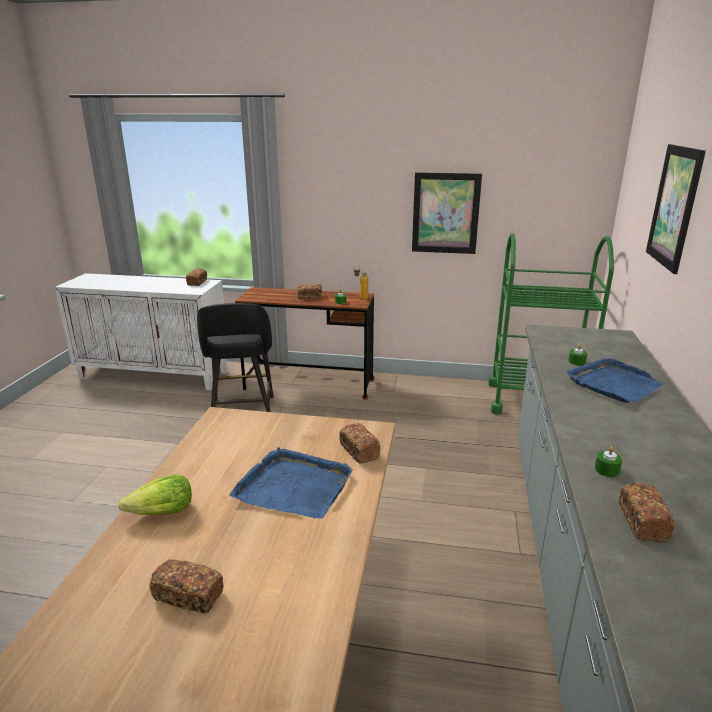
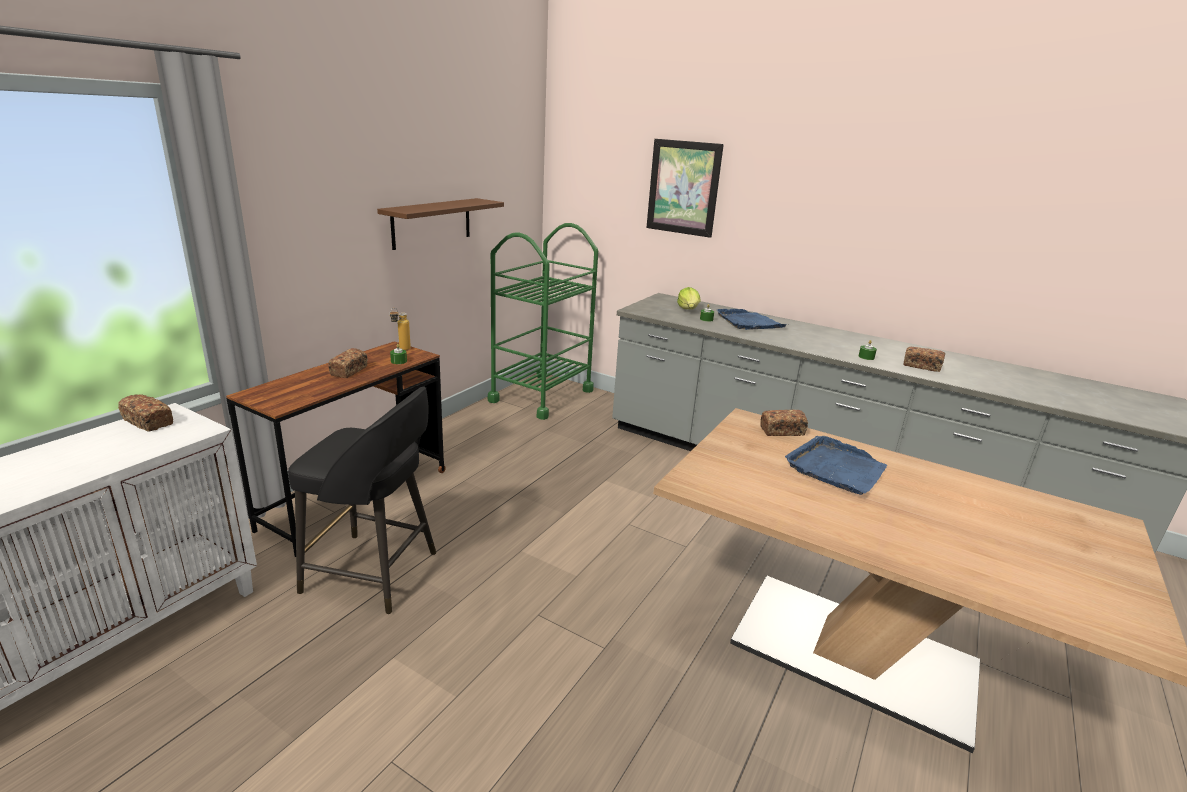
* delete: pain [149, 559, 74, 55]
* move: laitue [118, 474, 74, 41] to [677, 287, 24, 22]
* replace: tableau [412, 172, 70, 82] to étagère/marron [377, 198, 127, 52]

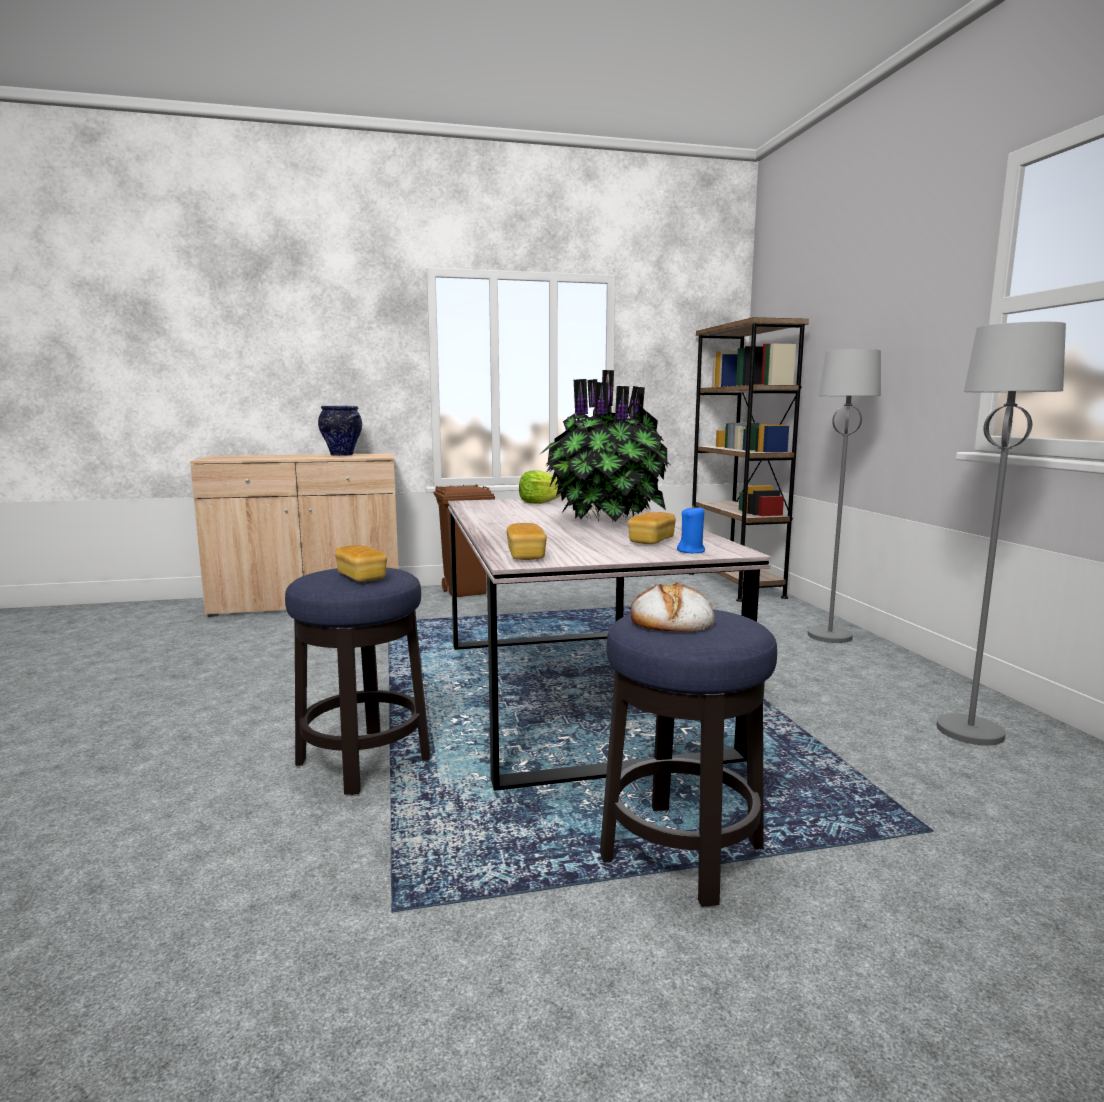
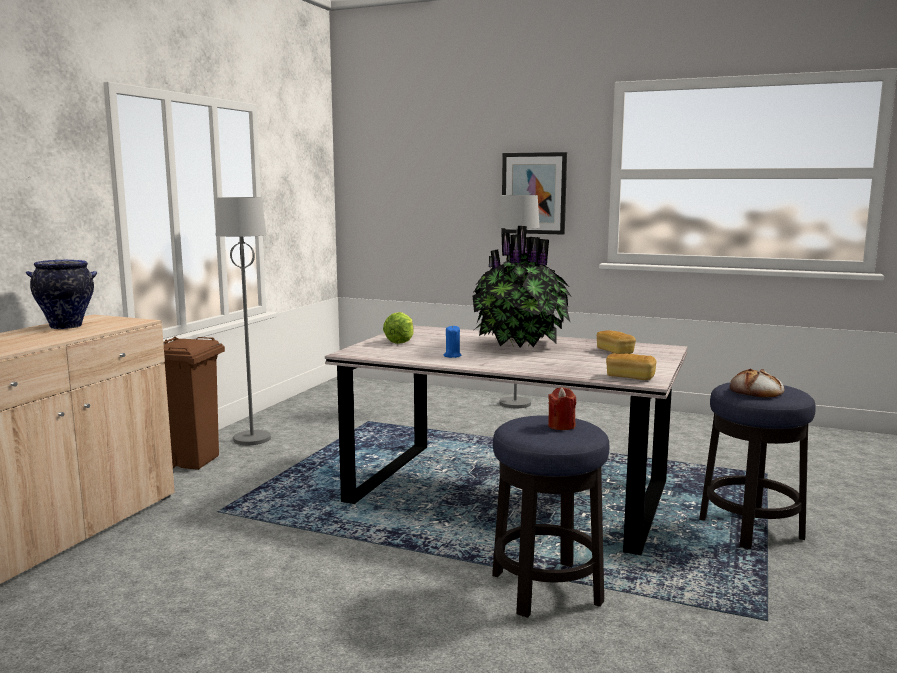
* delete: bibliothèque/marron [689, 317, 120, 285]
* insert: tableau [501, 152, 66, 83]
* move: bougie/bleu [677, 505, 28, 48] to [444, 325, 18, 33]
* move: lampadaire/gris [937, 322, 129, 423] to [216, 197, 55, 248]
* replace: pain [335, 545, 52, 37] to bougie/rouge [548, 387, 28, 43]

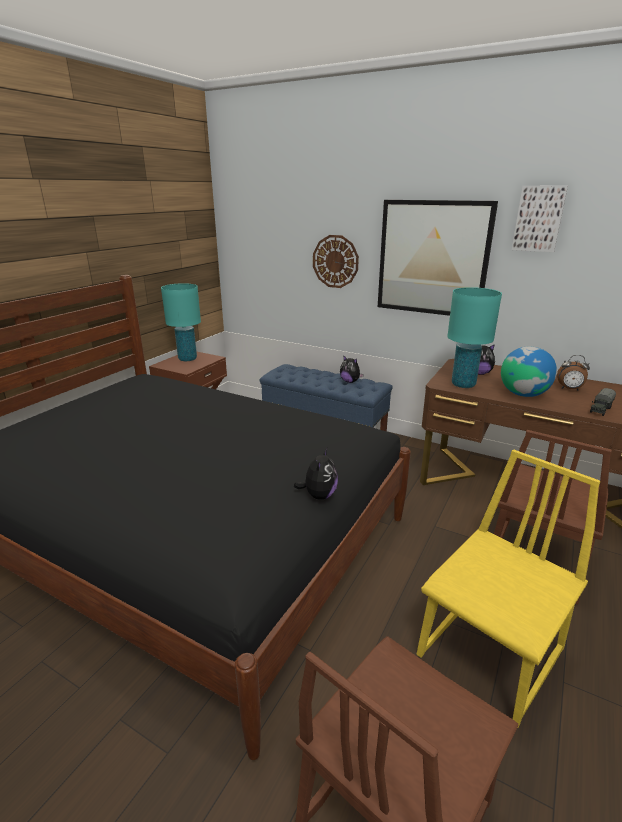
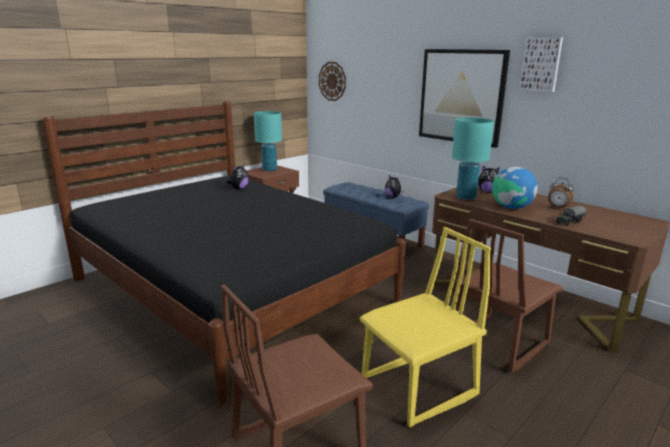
* move: peluche [294, 448, 44, 52] to [227, 164, 22, 25]
* move: horloge murale [313, 235, 46, 53] to [319, 62, 27, 39]

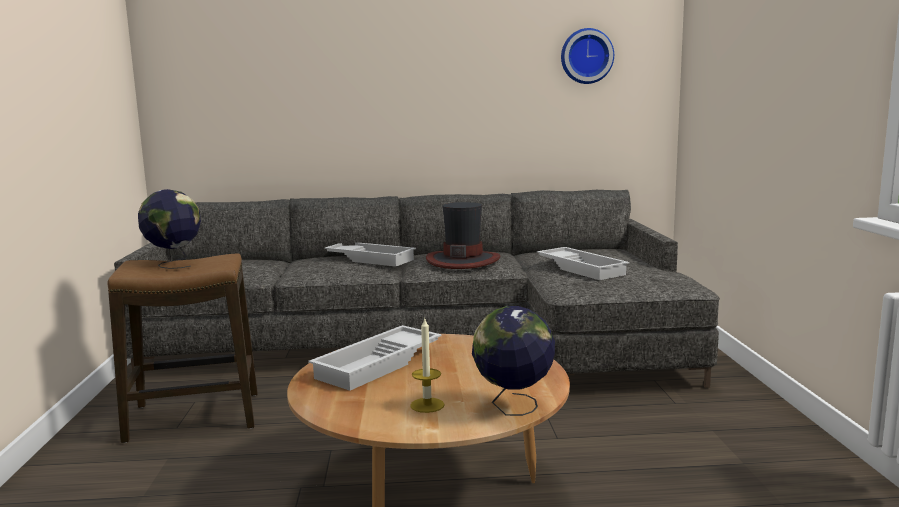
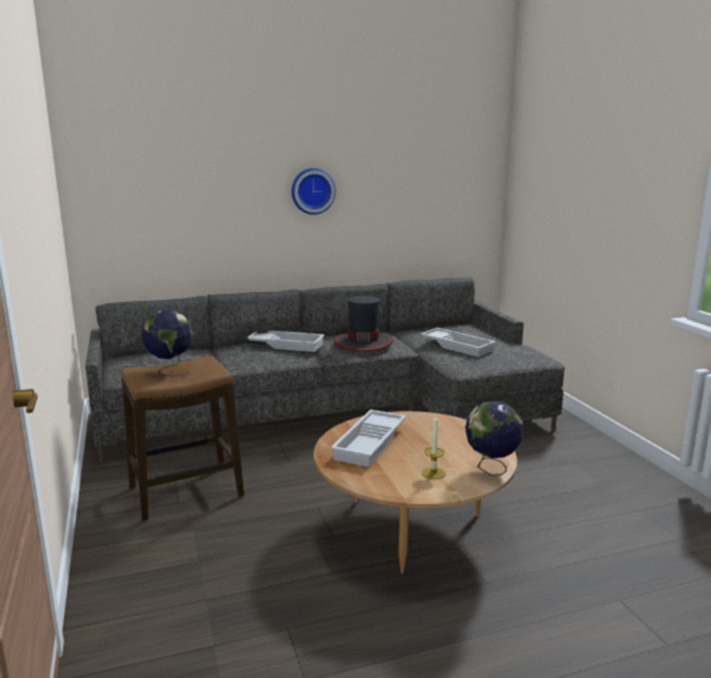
* move: horloge murale [561, 28, 53, 56] to [292, 168, 44, 47]

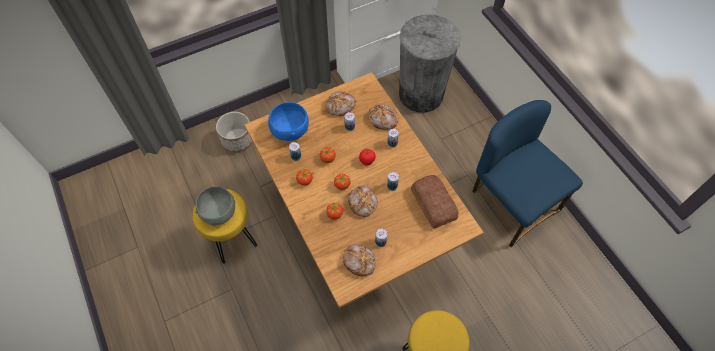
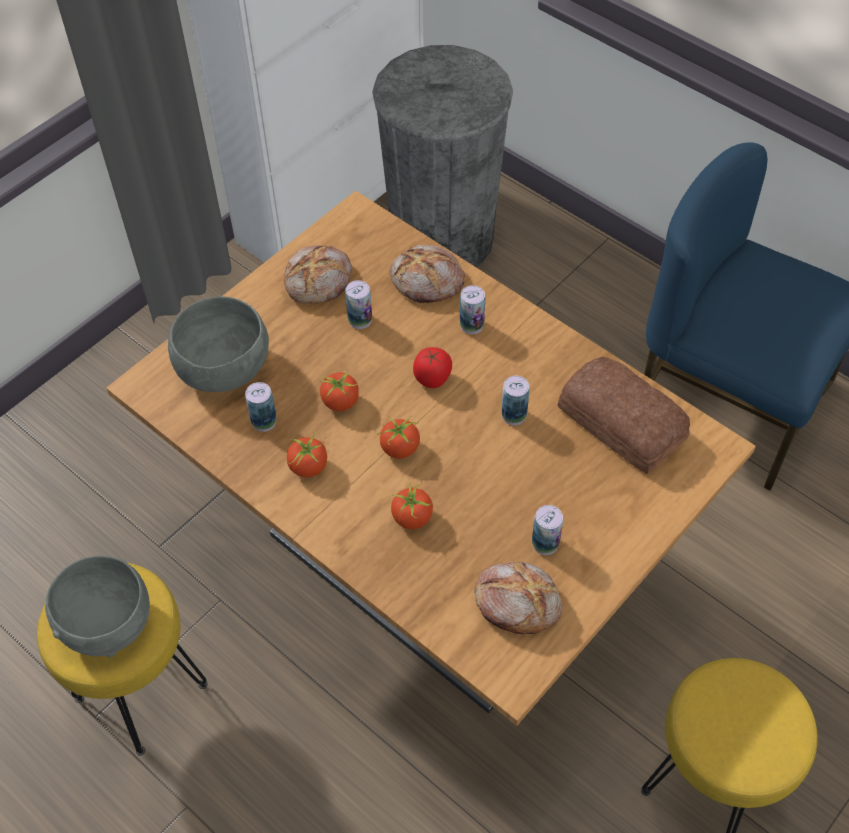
* delete: cache-pot [216, 112, 37, 40]
* delete: pain [348, 186, 30, 31]
* recolor: bol/bleu [268, 102, 41, 39] to bol/gris [168, 296, 101, 96]

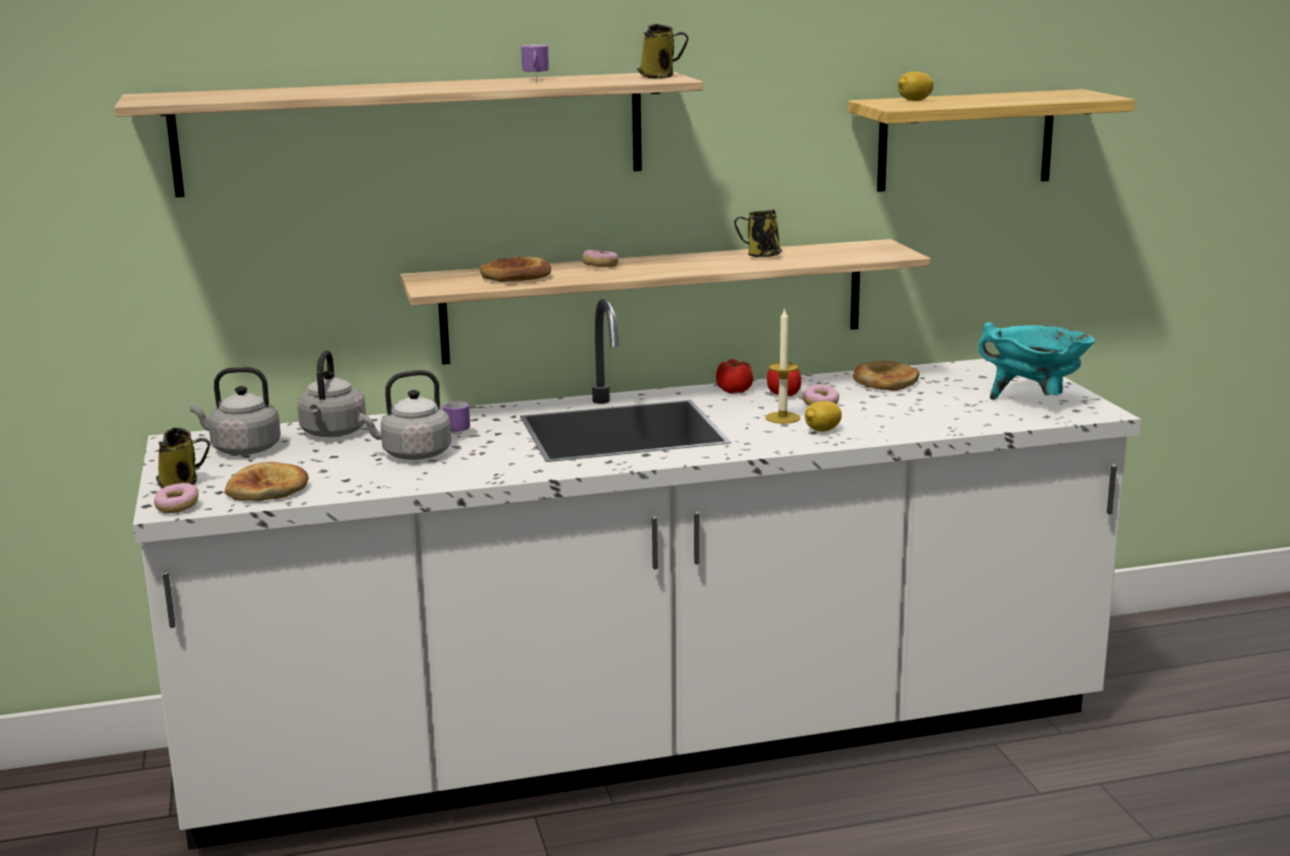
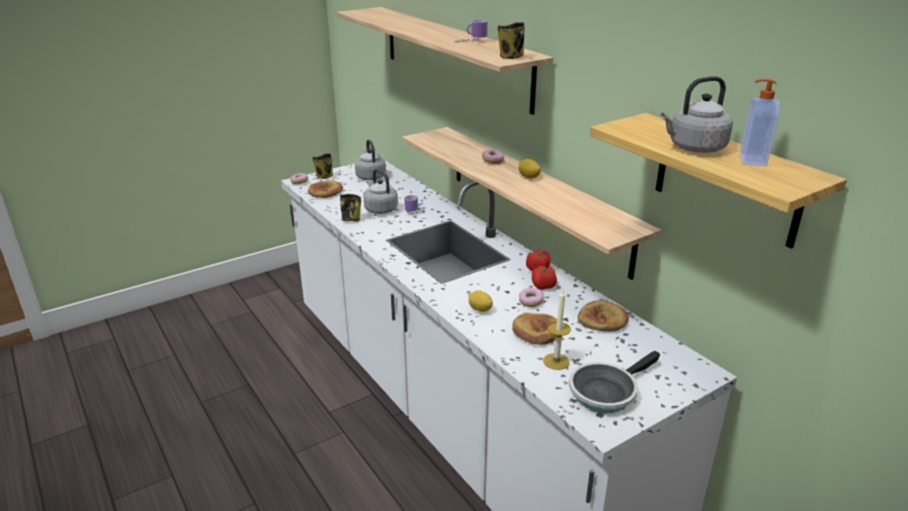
* insert: distributeur de savon [740, 79, 39, 87]
* move: bouilloire/gris [297, 350, 69, 87] to [660, 76, 73, 77]
* move: pain [480, 257, 71, 25] to [512, 313, 45, 32]
* move: mug [734, 210, 48, 47] to [340, 194, 21, 28]
* move: bougie [765, 307, 35, 117] to [543, 290, 28, 80]
* move: citron [898, 71, 36, 30] to [519, 159, 22, 20]
* replace: marmite/turquoise [978, 322, 117, 78] to poêle [569, 351, 91, 62]

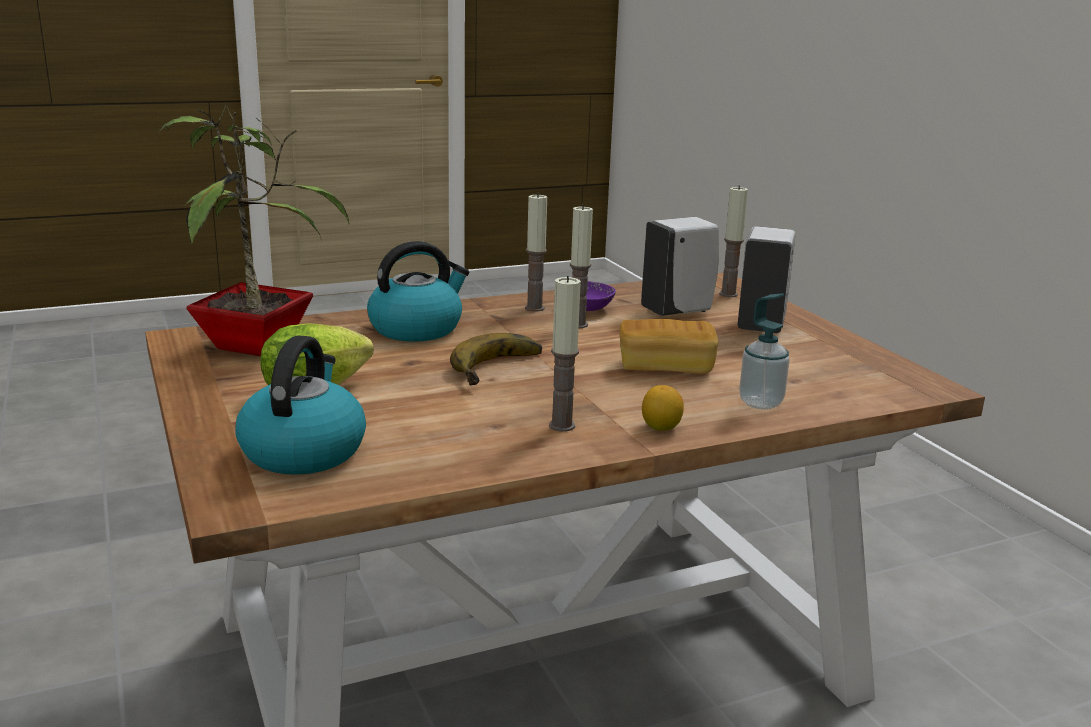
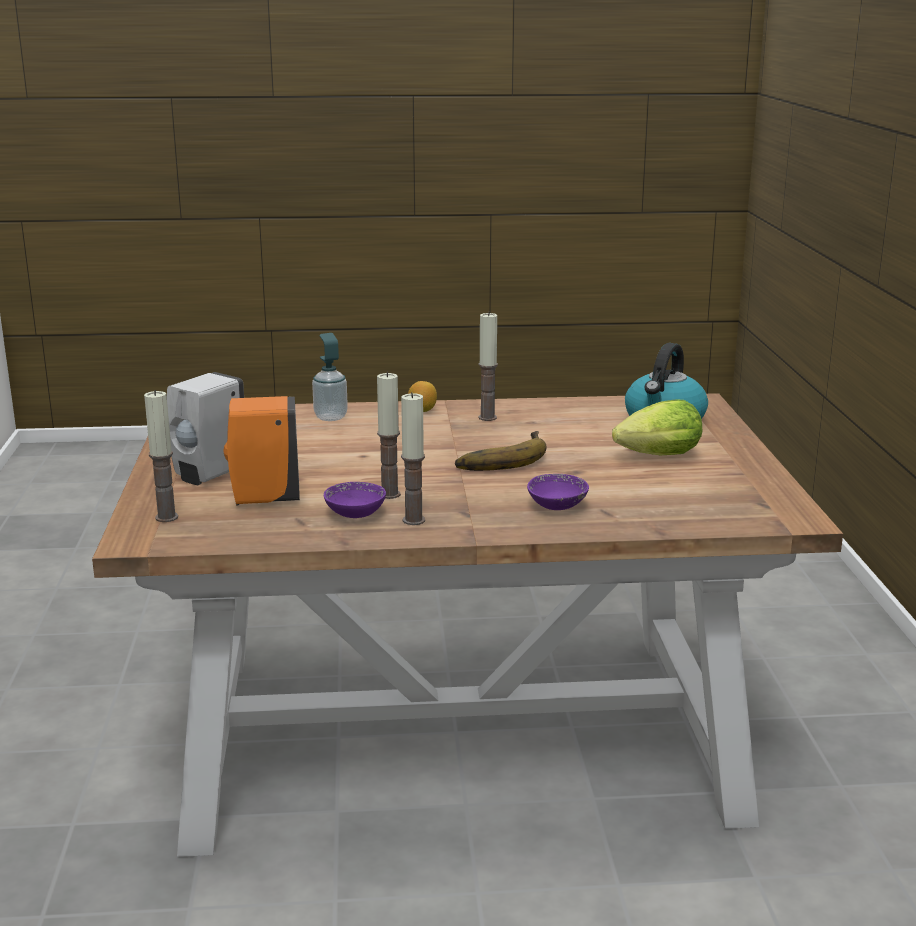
* delete: plante en pot [156, 105, 193, 251]
* delete: pain [619, 319, 99, 55]
* replace: bouilloire [367, 241, 102, 101] to bol/violet [527, 474, 62, 36]
* recolor: distributeur de savon/blanc [641, 217, 78, 99] to distributeur de savon/orange [223, 396, 77, 110]

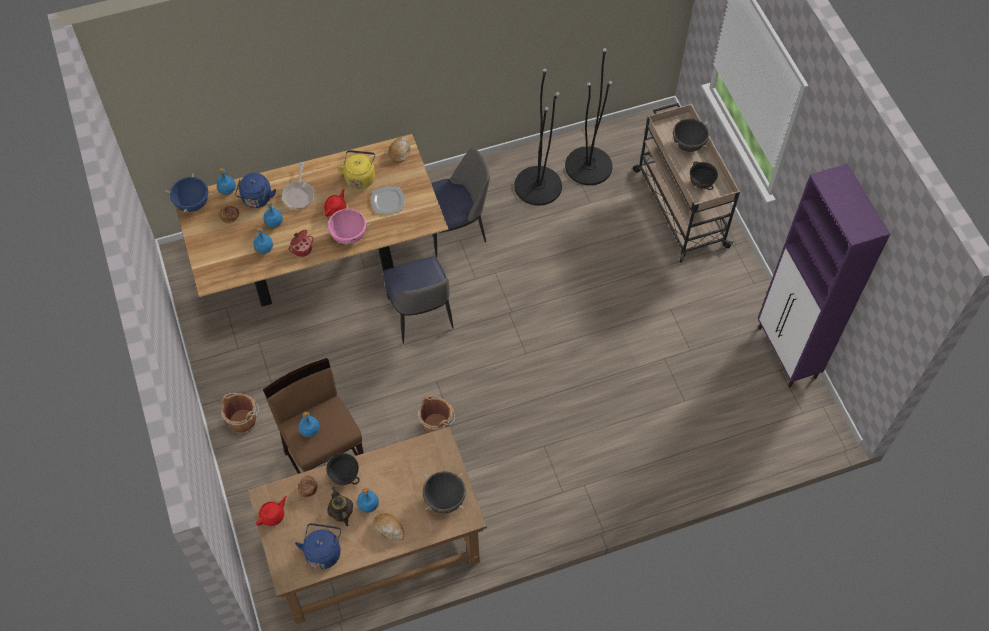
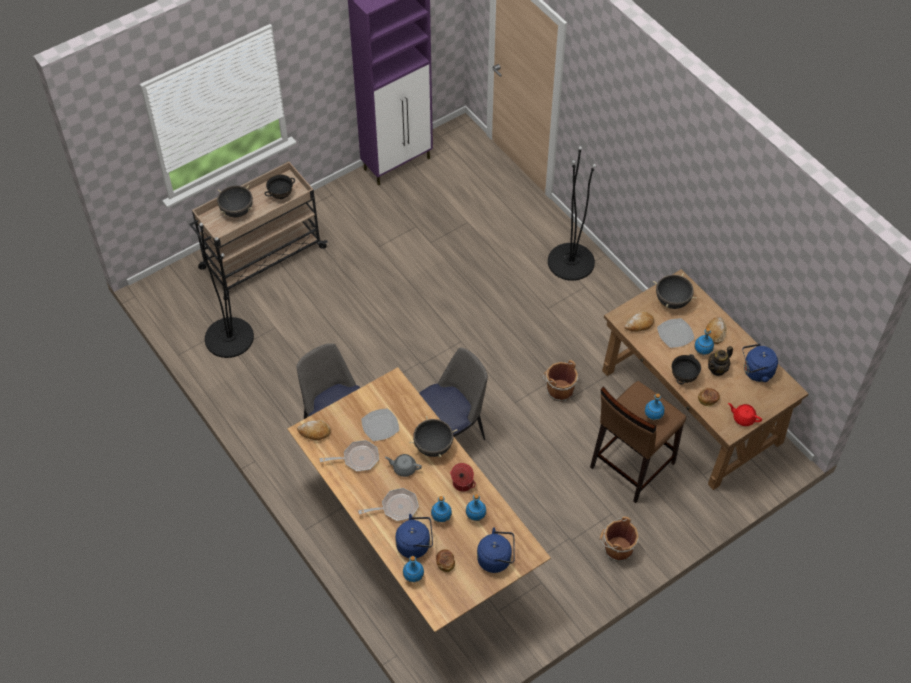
* delete: marmite/bleu [165, 174, 47, 39]
* insert: bouilloire/bleu [477, 527, 38, 46]
* insert: pain [624, 311, 30, 21]
* insert: assiette [657, 318, 38, 30]
* move: lampadaire/noir [514, 69, 48, 137] to [548, 146, 48, 135]
* replace: bouilloire/jaune [337, 150, 38, 39] to poêle [320, 440, 59, 31]
* recolor: marmite/rose [323, 205, 48, 41] to marmite/noir [409, 416, 48, 41]
* recolor: théière/rouge [324, 188, 22, 29] to théière/gris [385, 454, 37, 23]

